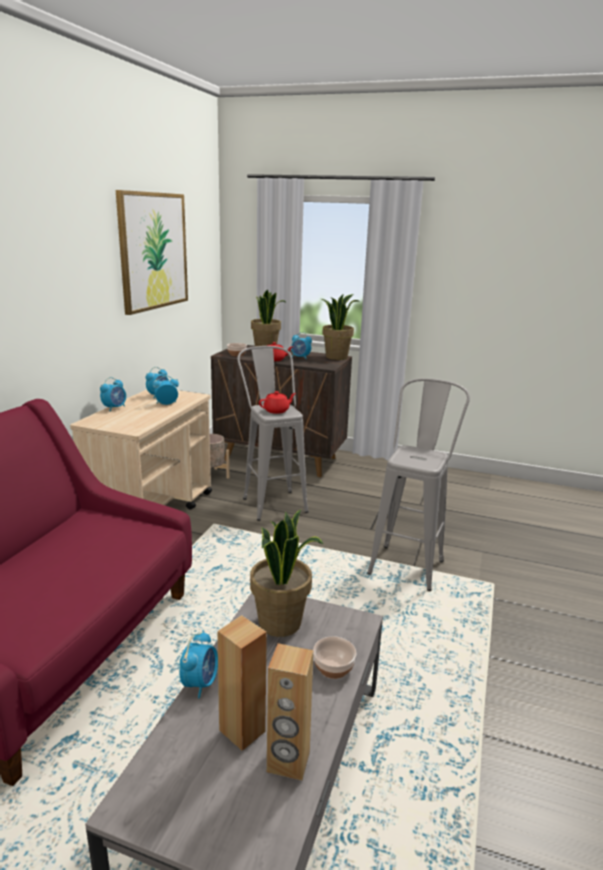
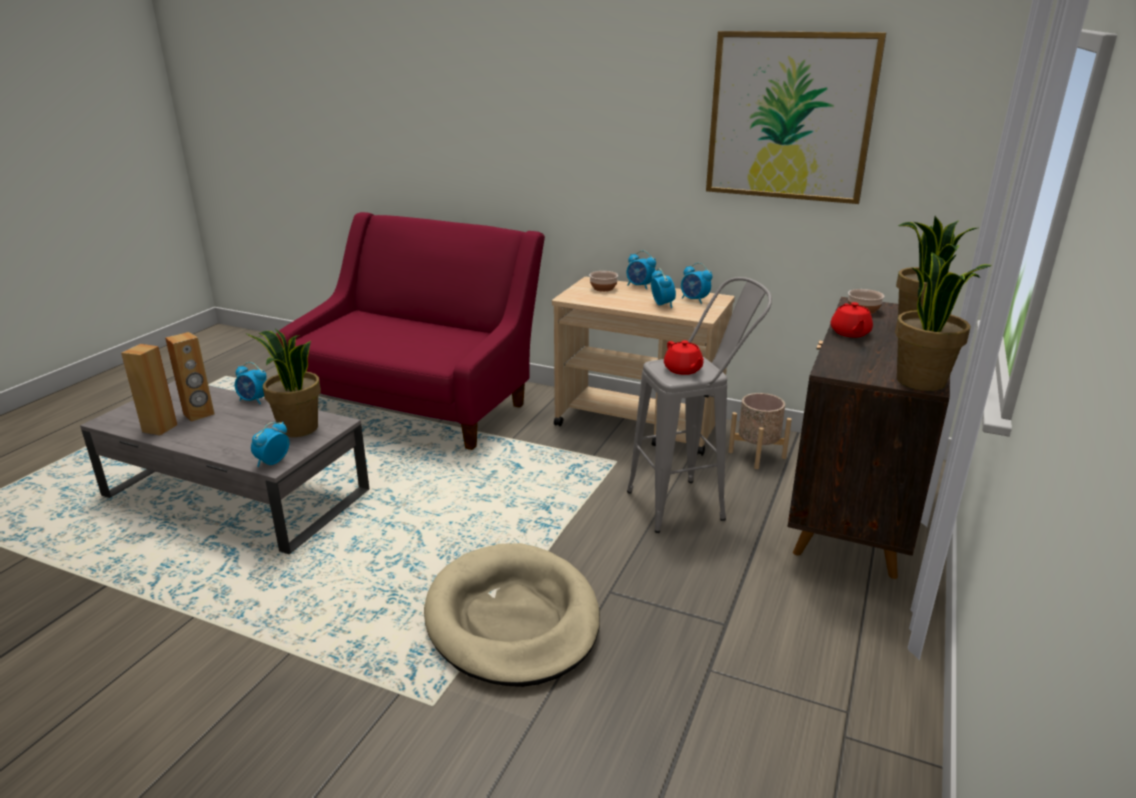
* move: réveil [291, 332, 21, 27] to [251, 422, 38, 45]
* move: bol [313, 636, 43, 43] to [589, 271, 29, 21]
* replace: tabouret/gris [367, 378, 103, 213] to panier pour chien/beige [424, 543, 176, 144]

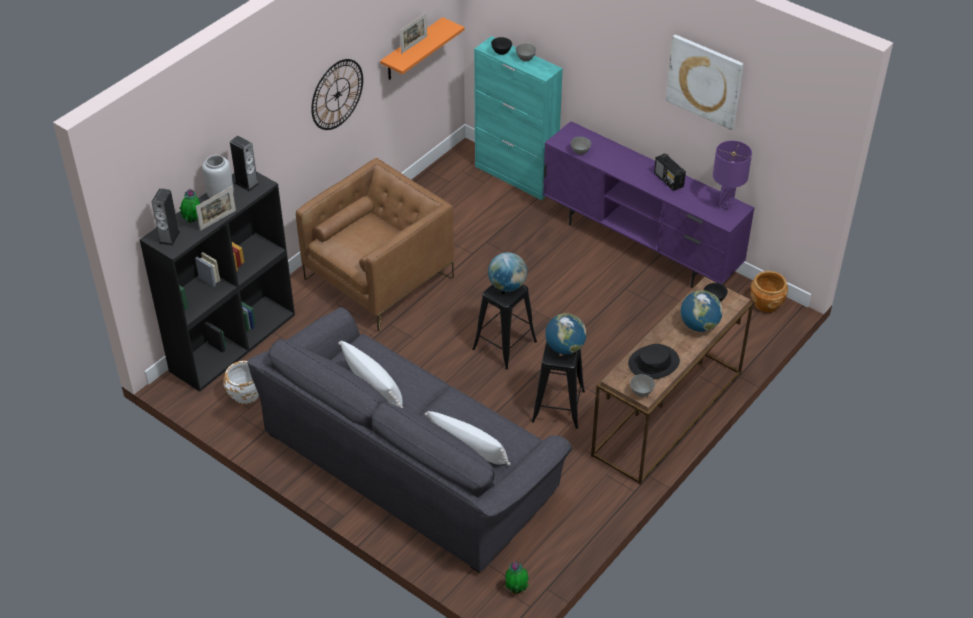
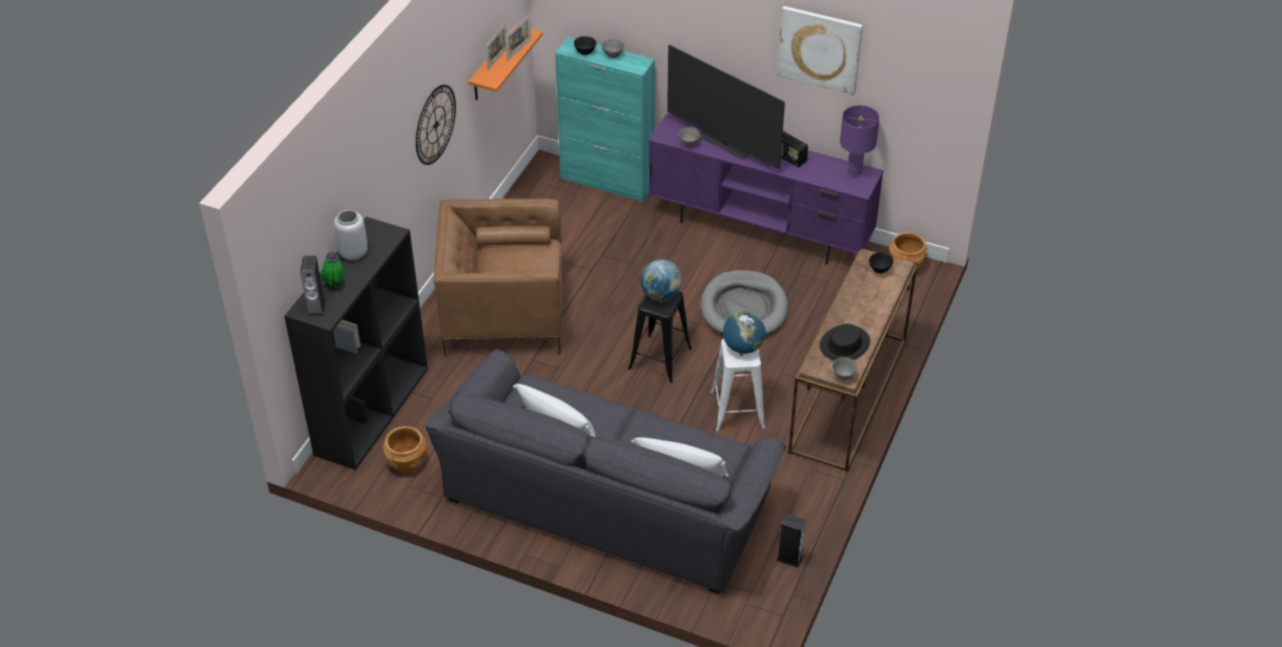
* delete: plante en pot [505, 561, 24, 33]
* delete: globe [681, 290, 42, 42]
* insert: téléviseur [667, 45, 118, 125]
* insert: panier pour chien/gris [701, 270, 87, 65]
* move: cadre photo [196, 186, 40, 45] to [506, 15, 25, 46]
* move: enceinte [230, 136, 30, 56] to [776, 514, 30, 54]
* recolor: cache-pot/blanc [224, 361, 35, 44] to cache-pot/marron [383, 426, 43, 48]
* recolor: tabouret/noir [531, 341, 54, 88] to tabouret/blanc [710, 339, 55, 93]
* rotate: fauteuil/marron [296, 158, 158, 174] = [434, 199, 128, 158] 120 degrees counterclockwise

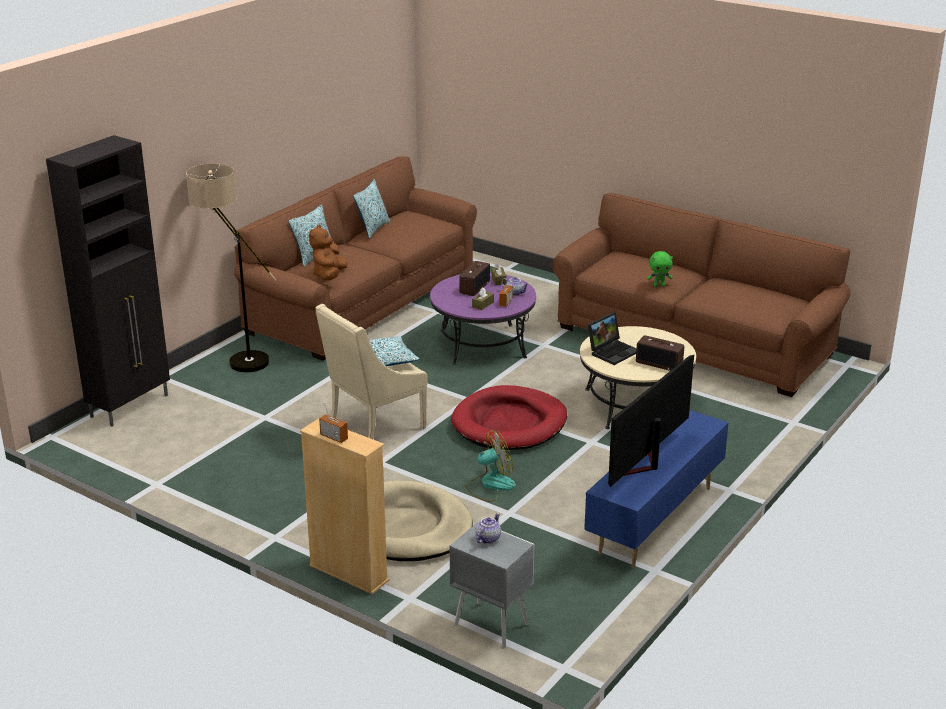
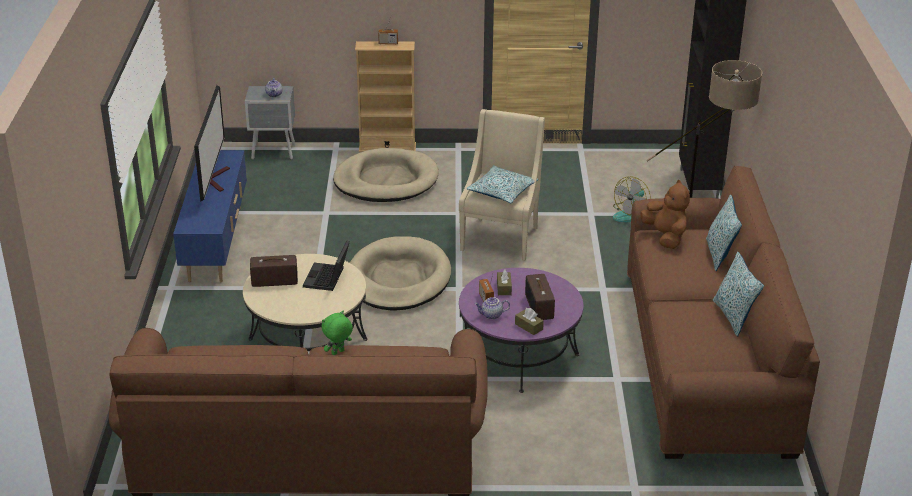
* move: ventilateur [466, 430, 50, 72] to [613, 176, 37, 46]
* recolor: panier pour chien/rouge [451, 385, 116, 65] to panier pour chien/beige [350, 236, 101, 74]

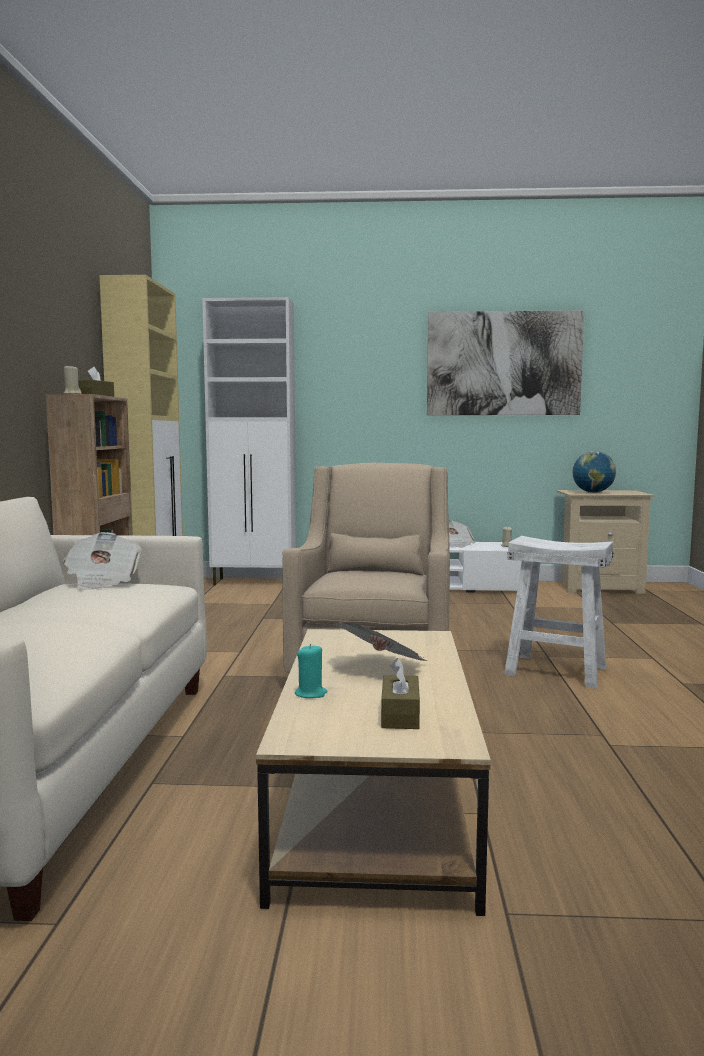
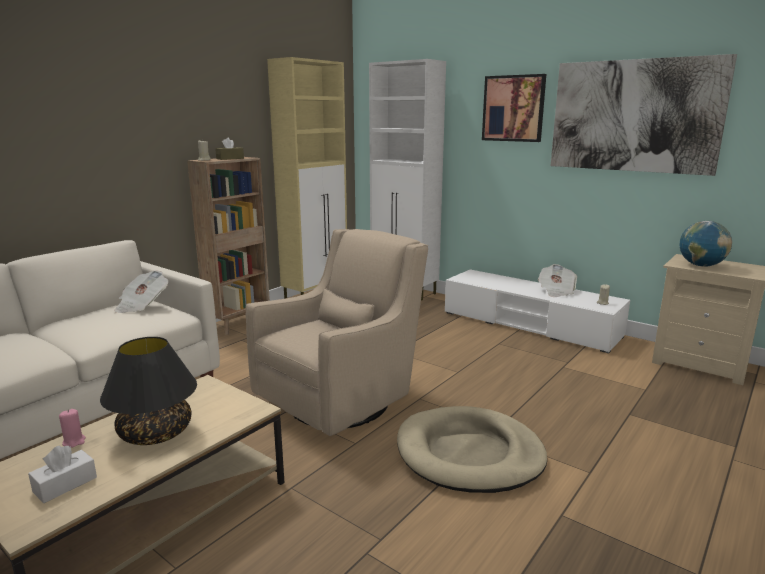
* insert: tableau [482, 74, 64, 68]
* replace: journal [332, 622, 96, 39] to lampe de table/noir [100, 337, 97, 108]
* replace: tabouret/blanc [504, 536, 110, 153] to panier pour chien/beige [397, 406, 150, 87]
* recolor: bougie/turquoise [295, 644, 32, 54] to bougie/rose [59, 409, 27, 39]
* recolor: boîte à mouchoirs/marron [381, 658, 39, 71] to boîte à mouchoirs/blanc [28, 446, 69, 57]

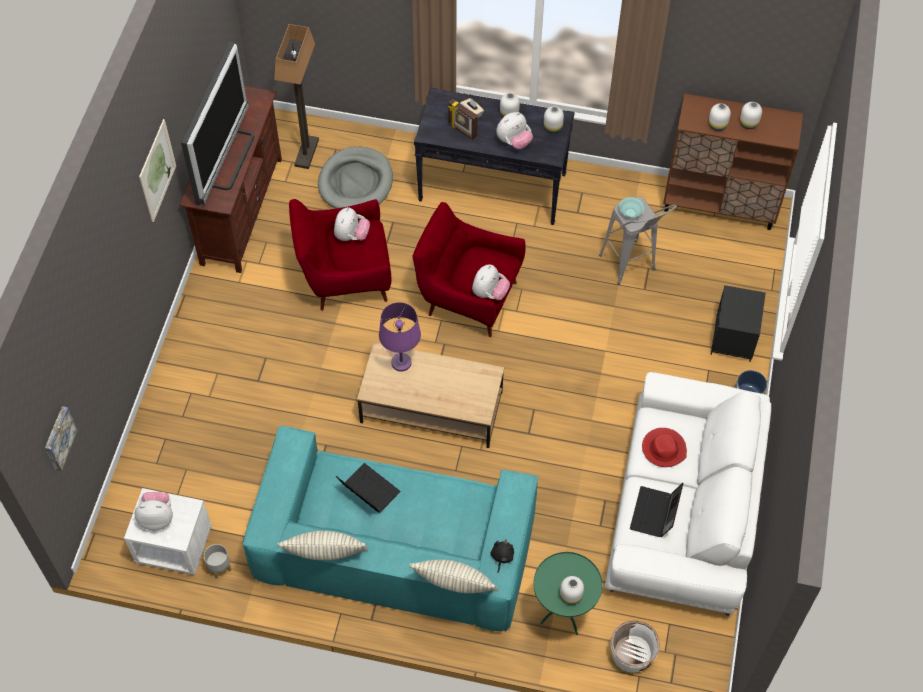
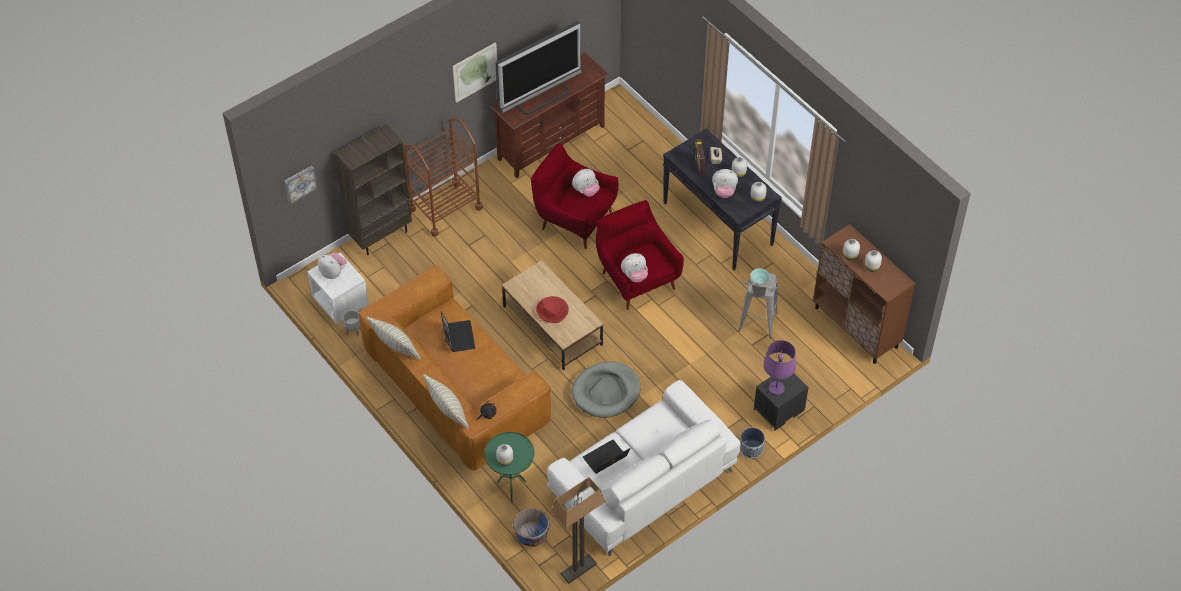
* insert: bibliothèque/marron [335, 124, 77, 131]
* insert: chariot/marron [403, 118, 80, 119]
* move: lampadaire [274, 24, 45, 145] to [551, 477, 54, 107]
* move: panier pour chien/gris [318, 147, 75, 62] to [572, 362, 69, 56]
* move: lampe de table/violet [379, 302, 42, 70] to [764, 340, 32, 56]
* move: chapeau/rouge [642, 428, 45, 39] to [536, 296, 33, 27]
* recolor: canapé/turquoise [242, 425, 296, 206] to canapé/marron [358, 265, 193, 206]
* recolor: cache-pot/blanc [610, 621, 50, 52] to cache-pot/bleu [513, 508, 37, 39]

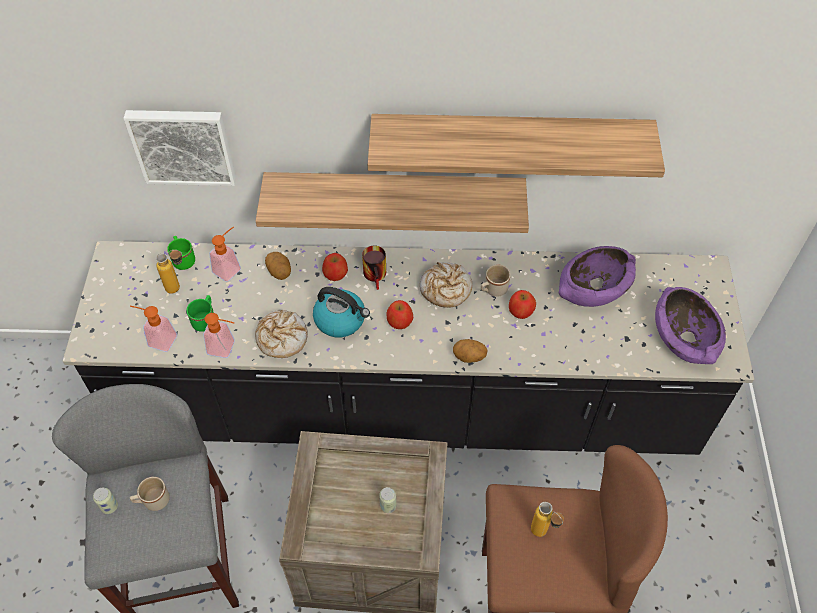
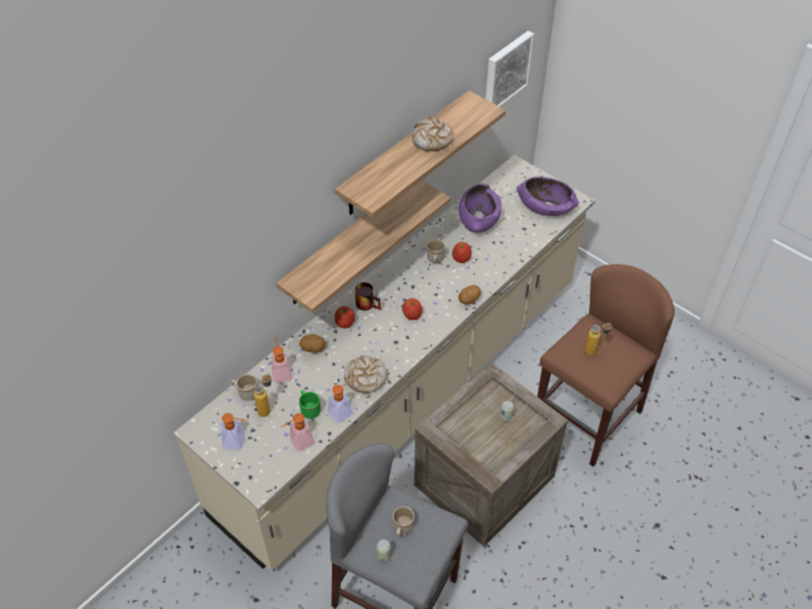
* delete: bouilloire [313, 287, 57, 50]
* insert: distributeur de savon [221, 413, 26, 37]
* move: tableau [123, 110, 113, 76] to [486, 31, 48, 76]
* move: pain [420, 262, 52, 46] to [412, 117, 41, 35]
* recolor: comptoir de cuisine/noir [63, 241, 691, 214] to comptoir de cuisine/beige [173, 155, 422, 416]
* recolor: mug/vert [167, 236, 28, 34] to mug/beige [231, 374, 27, 27]

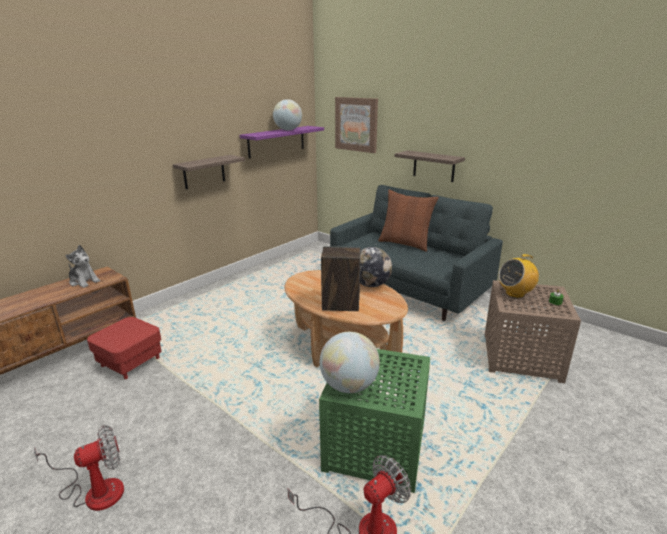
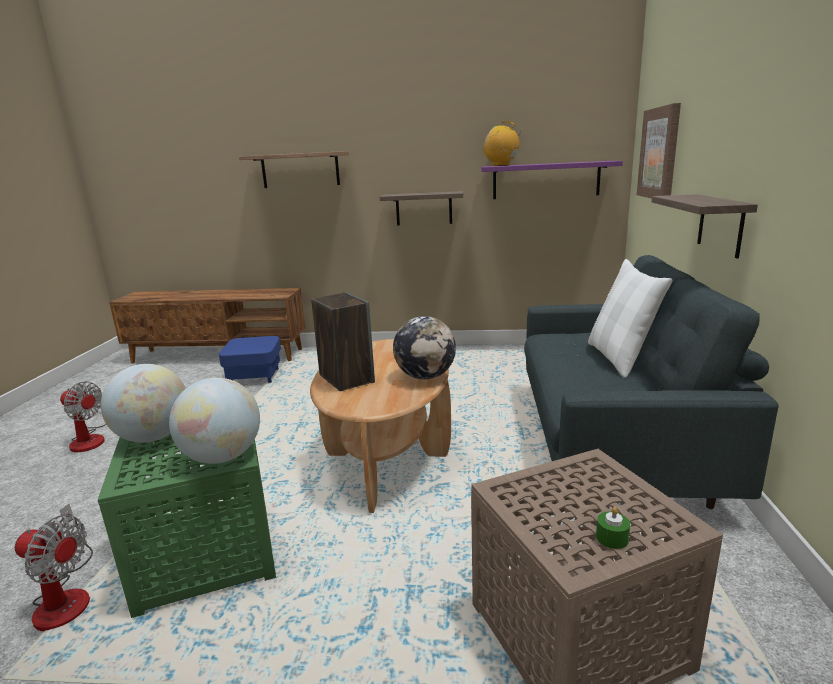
* delete: peluche [65, 245, 35, 43]
* insert: étagère [239, 151, 110, 37]
* move: globe [273, 99, 29, 31] to [169, 378, 91, 86]
* move: radio [499, 254, 40, 44] to [483, 121, 39, 45]
* recolor: pouf/rouge [87, 317, 75, 62] to pouf/bleu [219, 336, 62, 47]
* recolor: coussin/marron [378, 190, 61, 62] to coussin/blanc [588, 259, 85, 119]

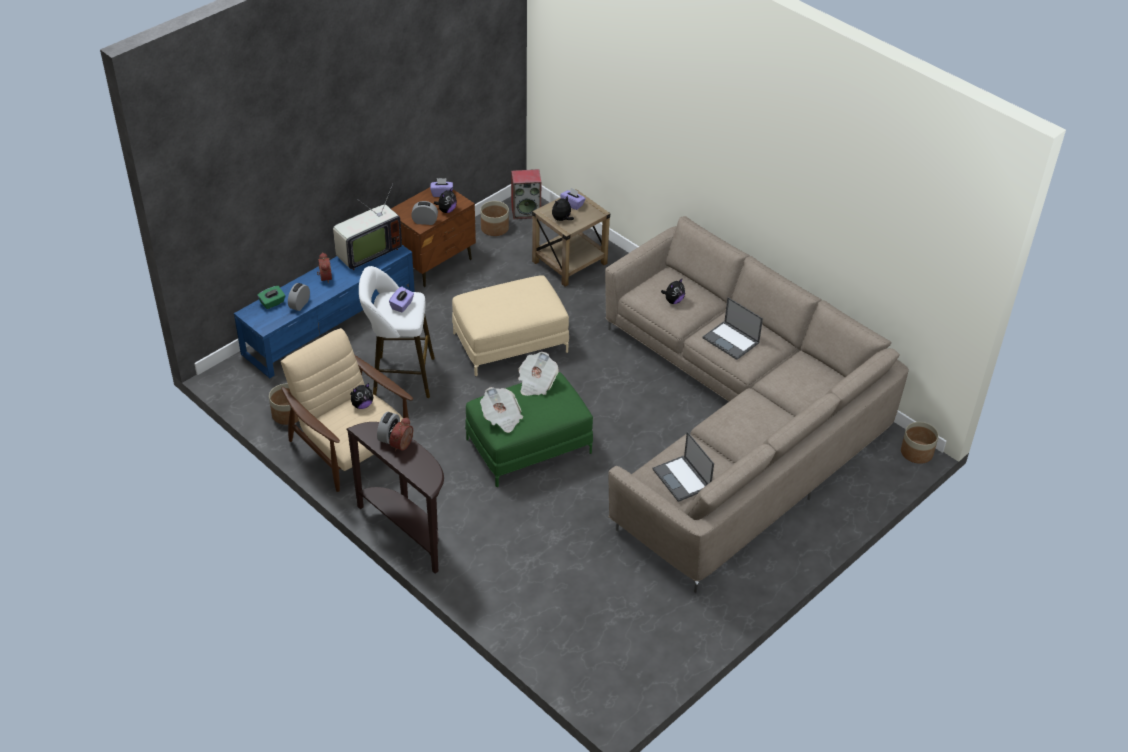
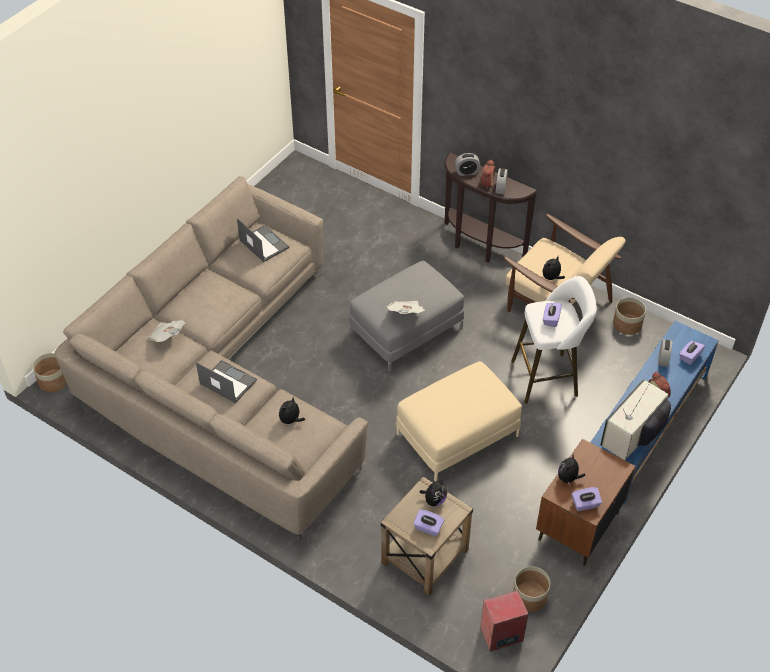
* move: réveil [411, 201, 27, 24] to [455, 153, 25, 23]
* move: journal [480, 387, 43, 46] to [148, 320, 37, 22]
* recolor: boîte à mouchoirs/vert [257, 286, 28, 23] to boîte à mouchoirs/violet [679, 341, 26, 24]
* recolor: pouf/vert [465, 372, 128, 115] to pouf/gris [349, 261, 115, 111]

